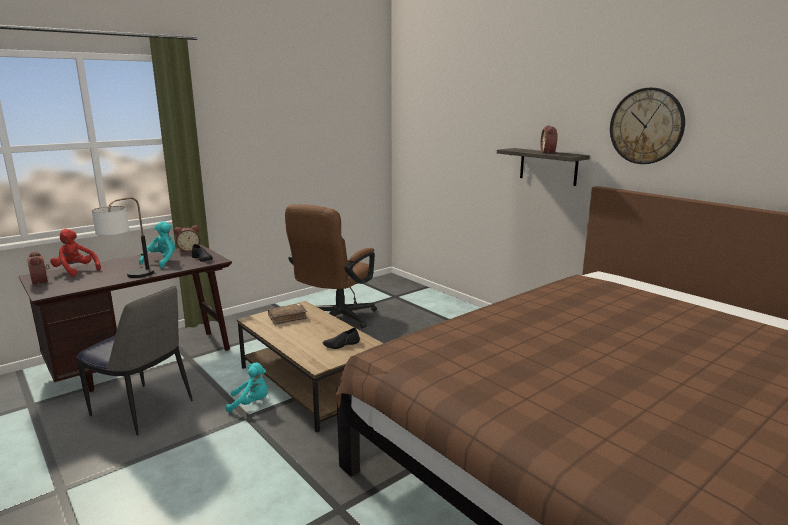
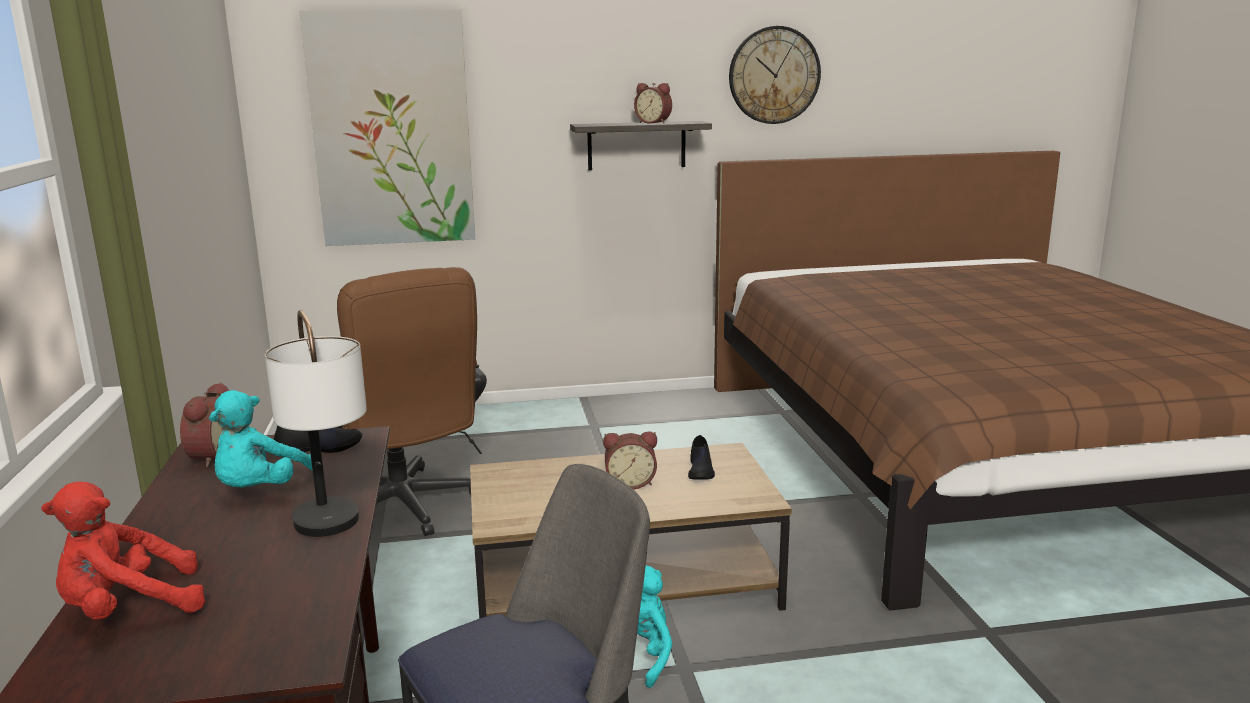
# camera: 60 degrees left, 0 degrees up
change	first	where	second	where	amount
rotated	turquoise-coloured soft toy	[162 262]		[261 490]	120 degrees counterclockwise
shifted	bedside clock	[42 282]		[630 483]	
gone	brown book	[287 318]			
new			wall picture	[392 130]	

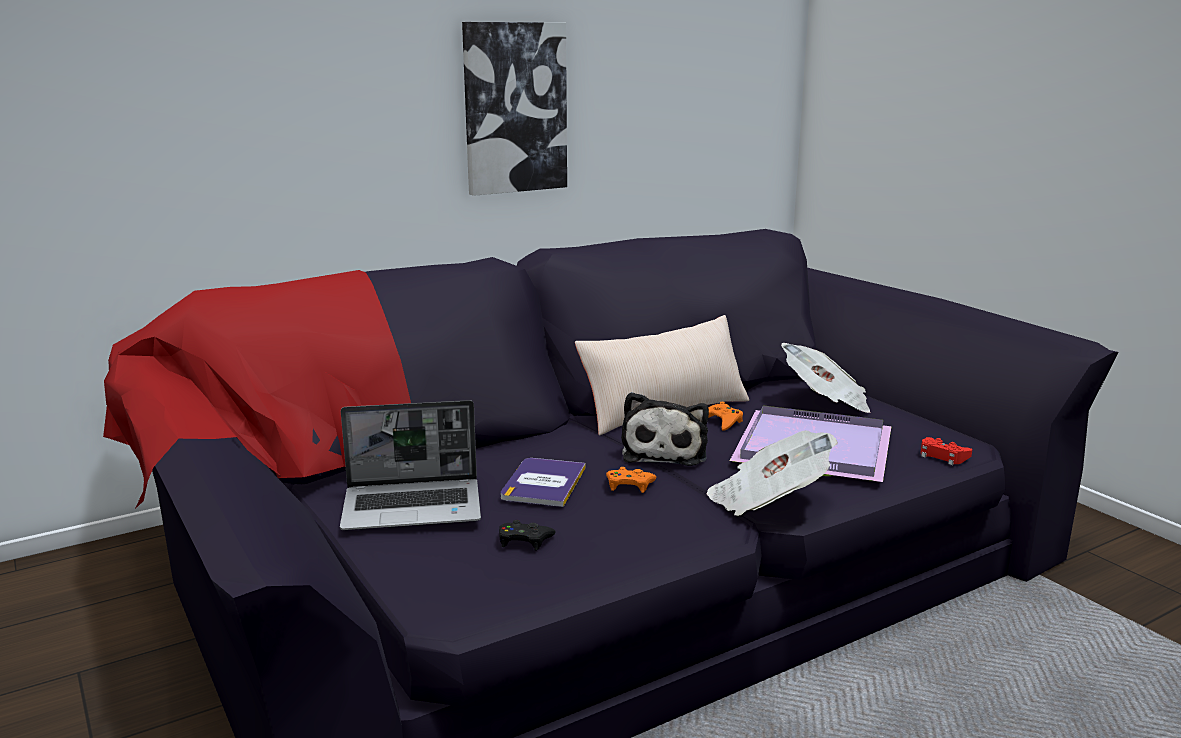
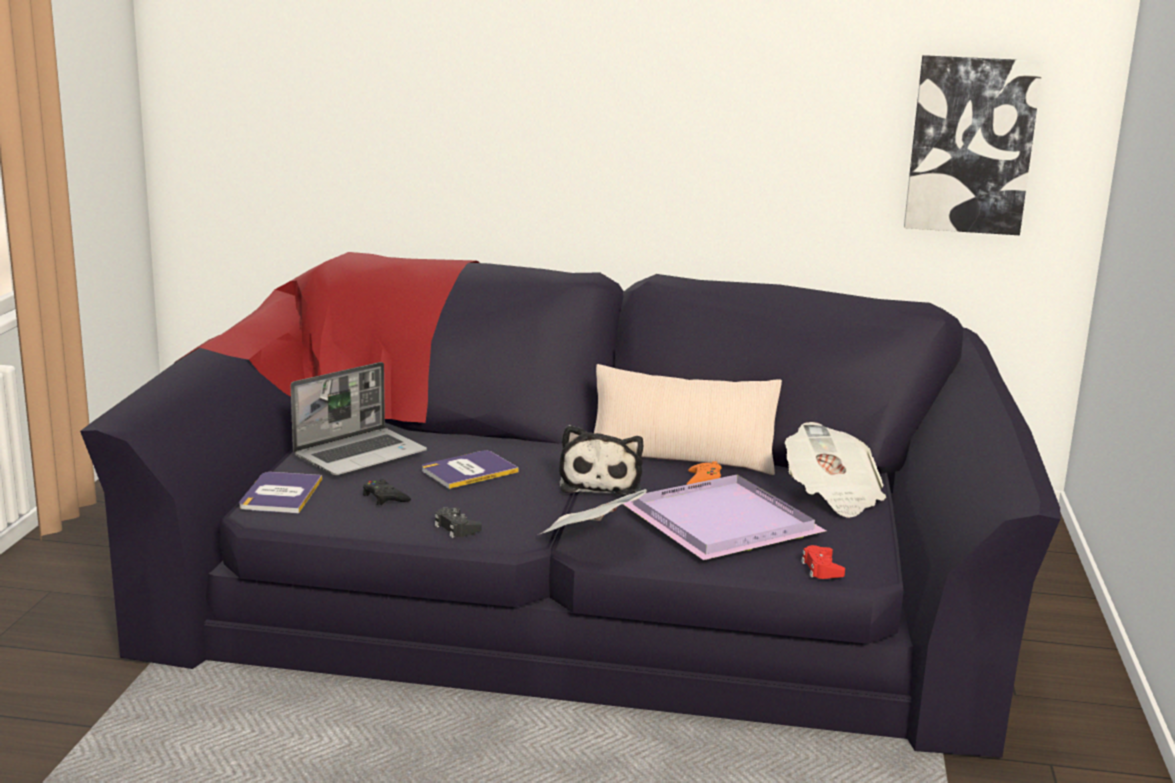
# camera: 40 degrees right, 0 degrees up
change	first	where	second	where	amount
shifted	wall picture	[514 108]		[971 145]	
rotated	soft toy	[665 451]		[601 482]	45 degrees counterclockwise
rotated	laptop	[414 507]		[361 454]	75 degrees counterclockwise
gone	orange game controller	[629 485]			
new			book	[281 494]	
new			black game controller	[456 528]	

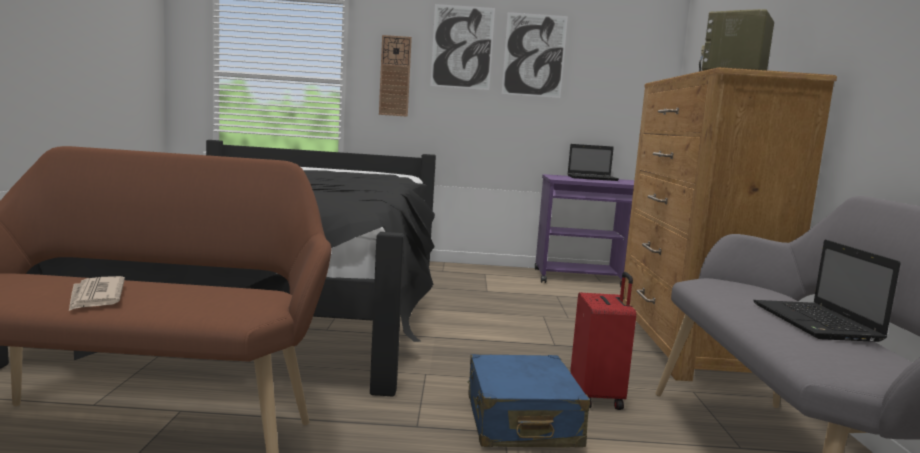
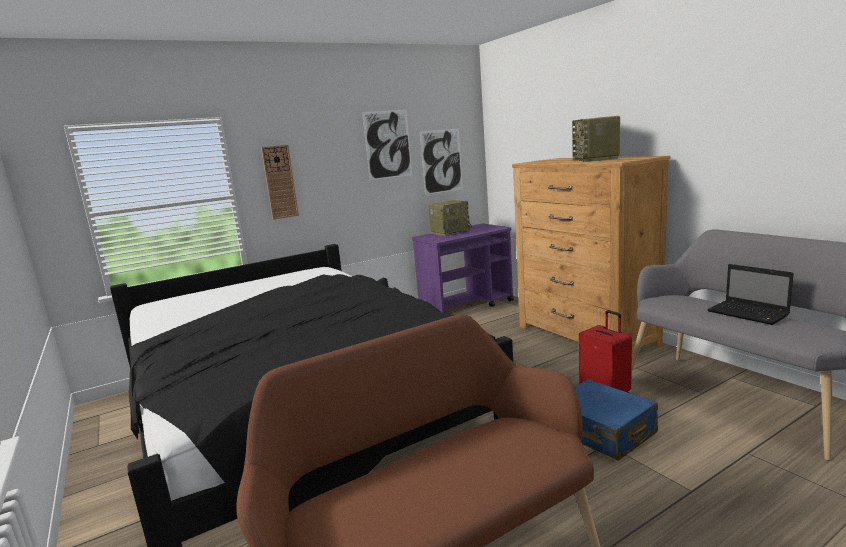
# camera: 30 degrees left, 5 degrees up
change	first	where	second	where	amount
shifted	wall picture	[462 47]		[441 161]	
swapped	laptop	[593 178]	radio set	[450 232]	
gone	newspaper	[95 297]			

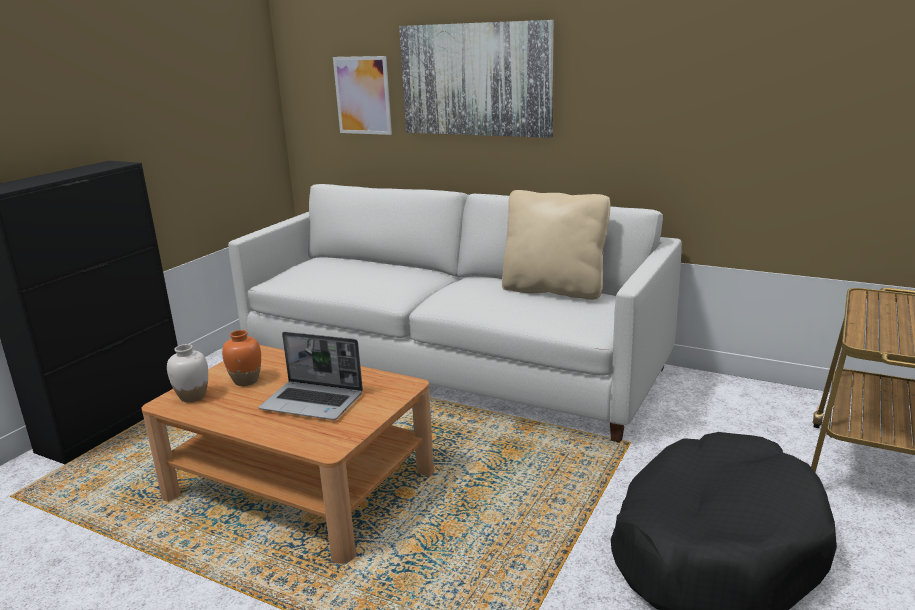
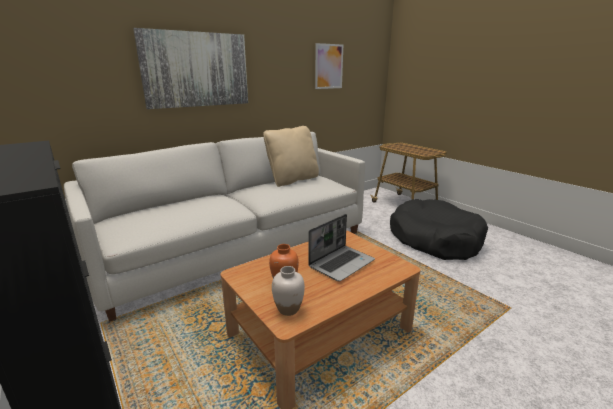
# camera: 65 degrees left, 0 degrees up
change	first	where	second	where	amount
shifted	wall picture	[362 95]		[328 66]	

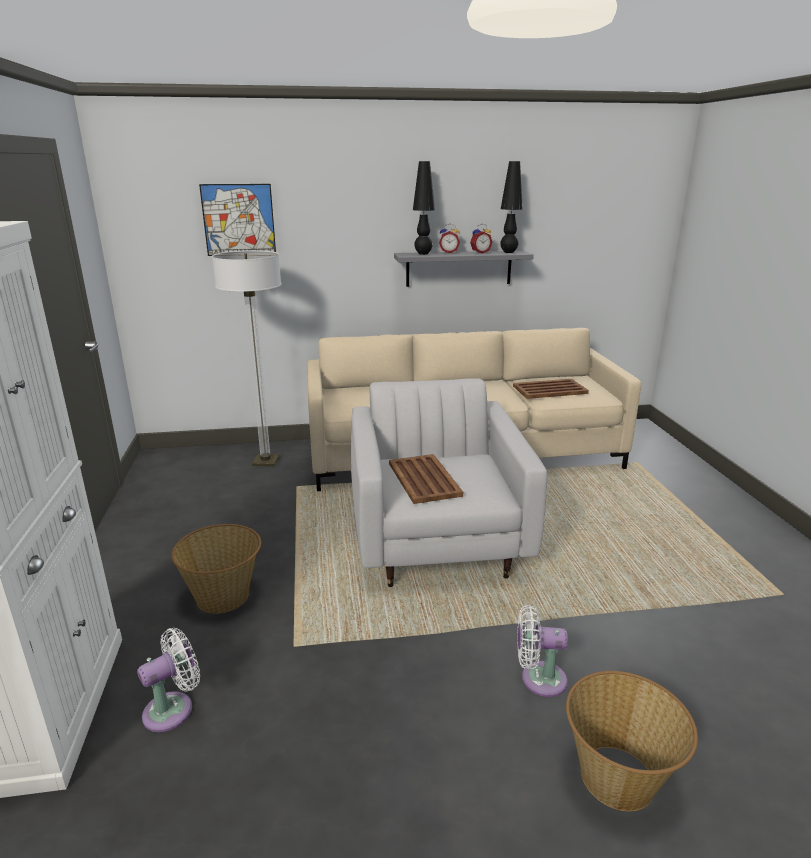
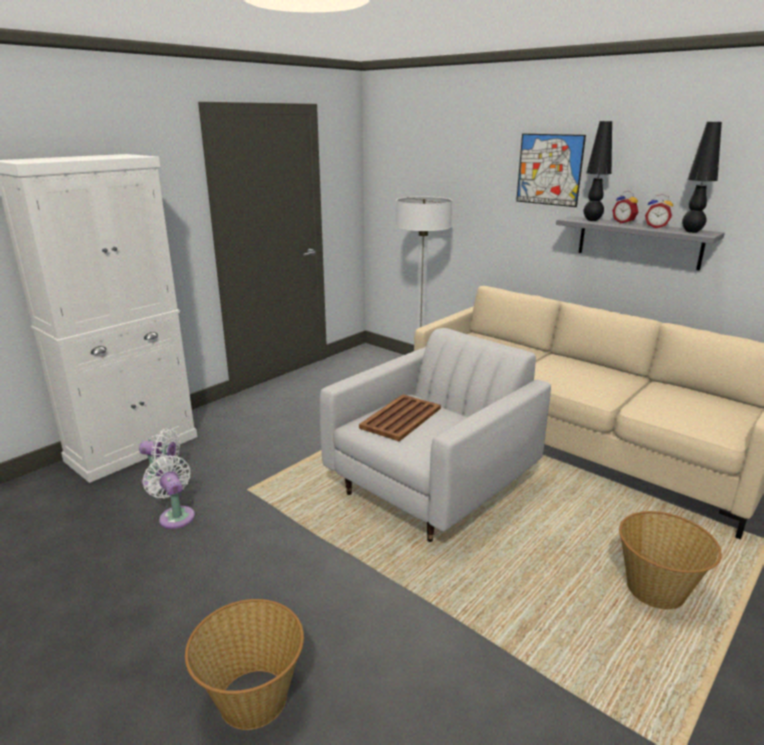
# camera: 50 degrees right, 0 degrees up
change	first	where	second	where	amount
shifted	wall picture	[238 220]		[549 169]	
gone	brown carrying tray	[549 390]			
shifted	household basket	[223 596]		[656 590]	
shifted	white-coloured cooling fan	[538 679]		[176 515]	

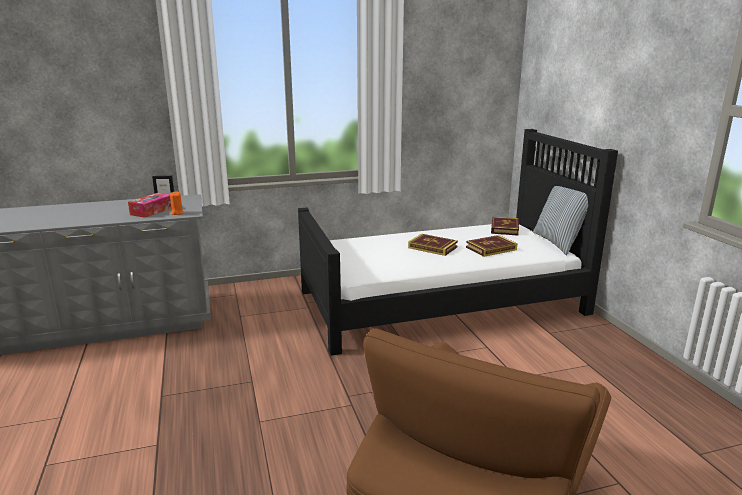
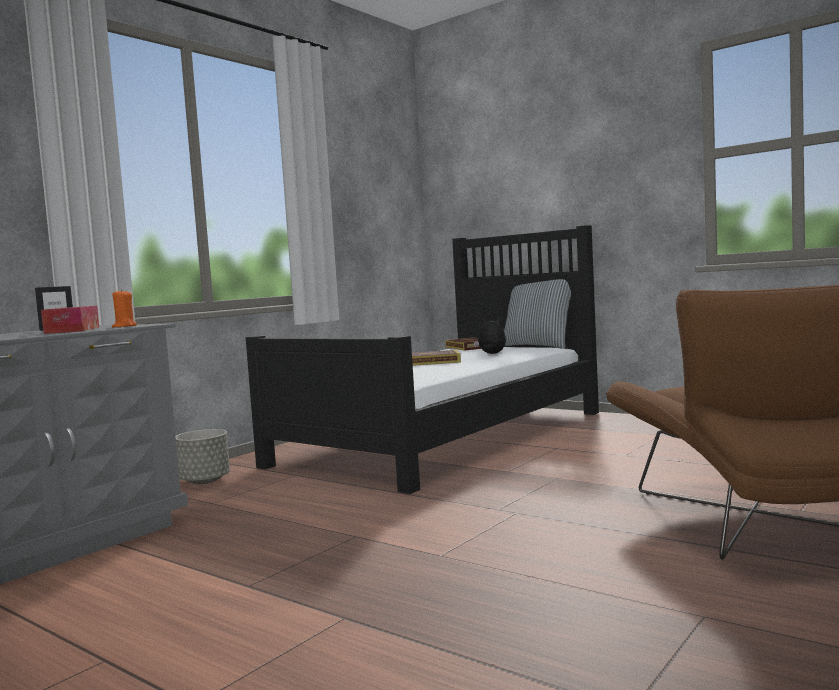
# camera: 35 degrees left, 15 degrees down
change	first	where	second	where	amount
swapped	book	[491 248]	soft toy	[491 354]	
new			gray flower pot	[205 481]	

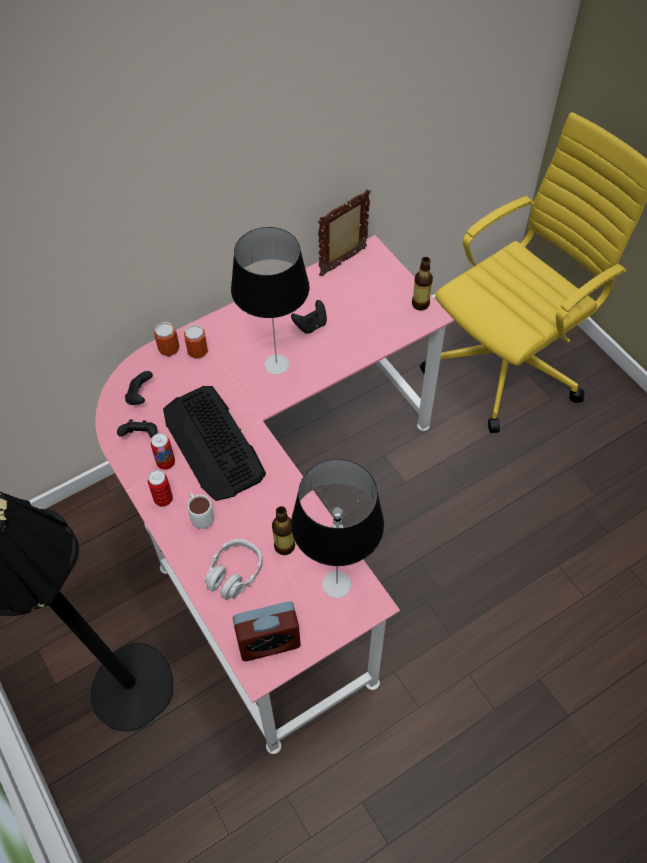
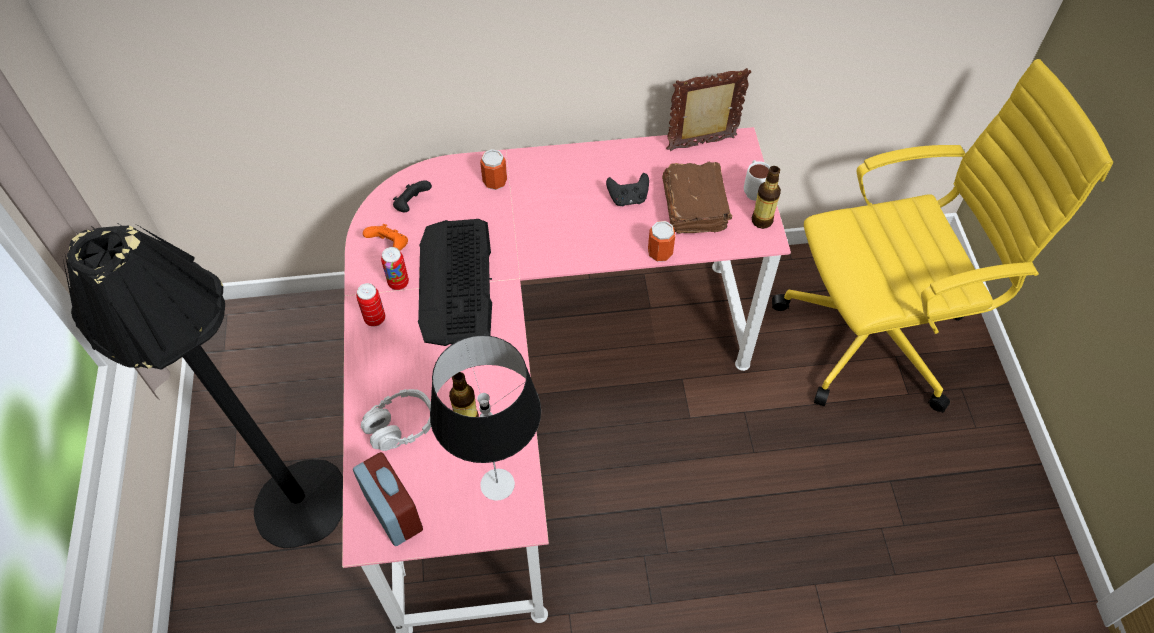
# camera: 25 degrees right, 0 degrees up
change	first	where	second	where	amount
gone	table lamp	[277 364]			
shifted	sealed can	[169 349]		[660 253]	
repainted	black game controller	[141 436]	orange game controller	[390 246]	
shifted	white-coloured coffee mug	[201 517]		[753 190]	
rotated	bedside clock	[269 642]		[393 513]	135 degrees counterclockwise
new			brown book	[695 206]	

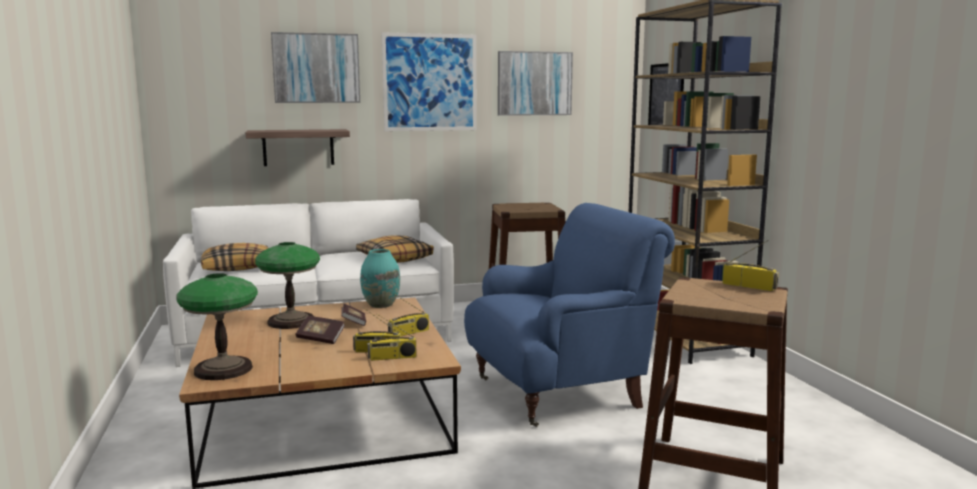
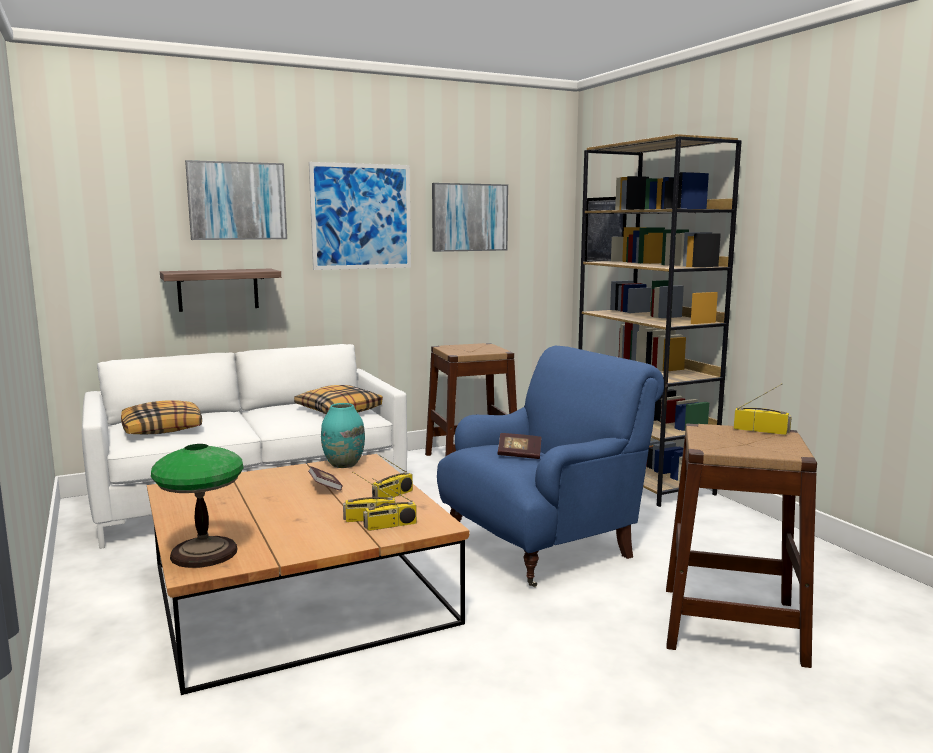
# camera: 10 degrees left, 0 degrees up
change	first	where	second	where	amount
gone	table lamp	[291 321]			
shifted	book	[320 339]		[519 455]	

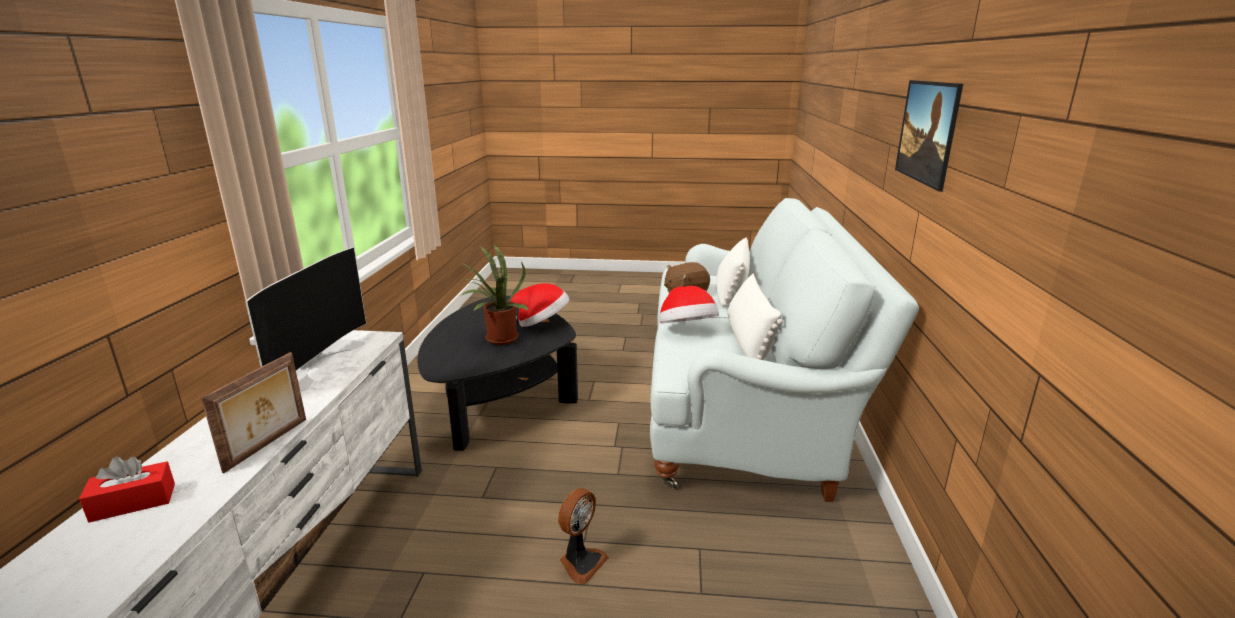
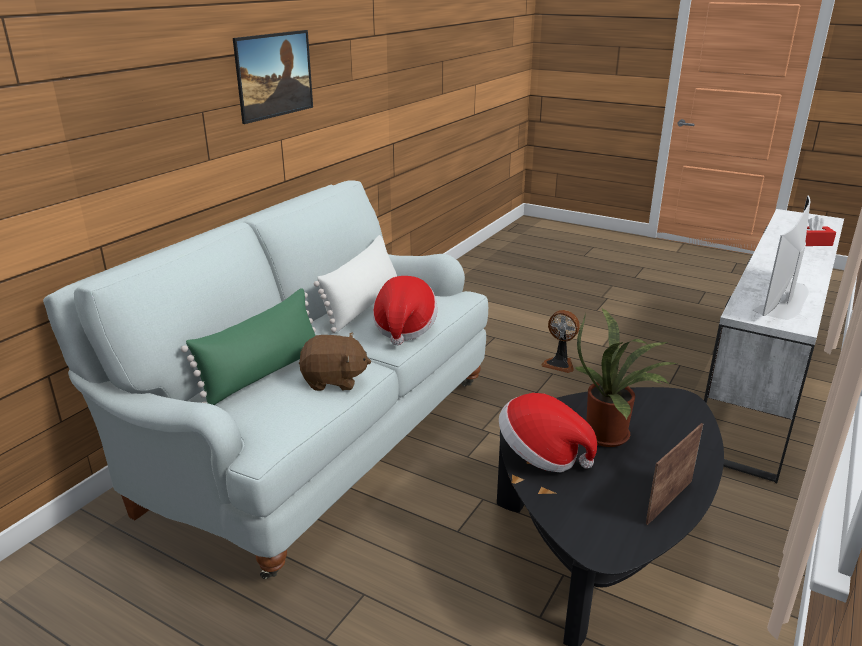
# camera: 155 degrees left, 5 degrees up
change	first	where	second	where	amount
repainted	white-coloured cushion	[731 289]	greenish cushion	[263 374]	
shifted	photo frame	[268 444]		[667 501]	
rotated	cooling fan	[581 562]		[559 364]	120 degrees counterclockwise

